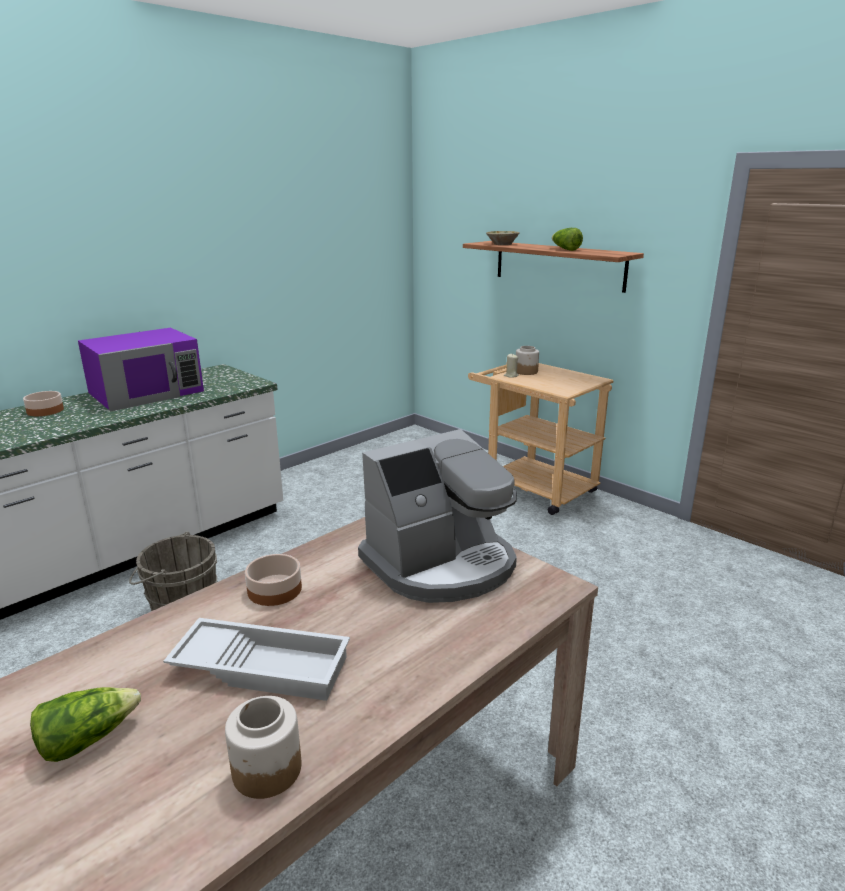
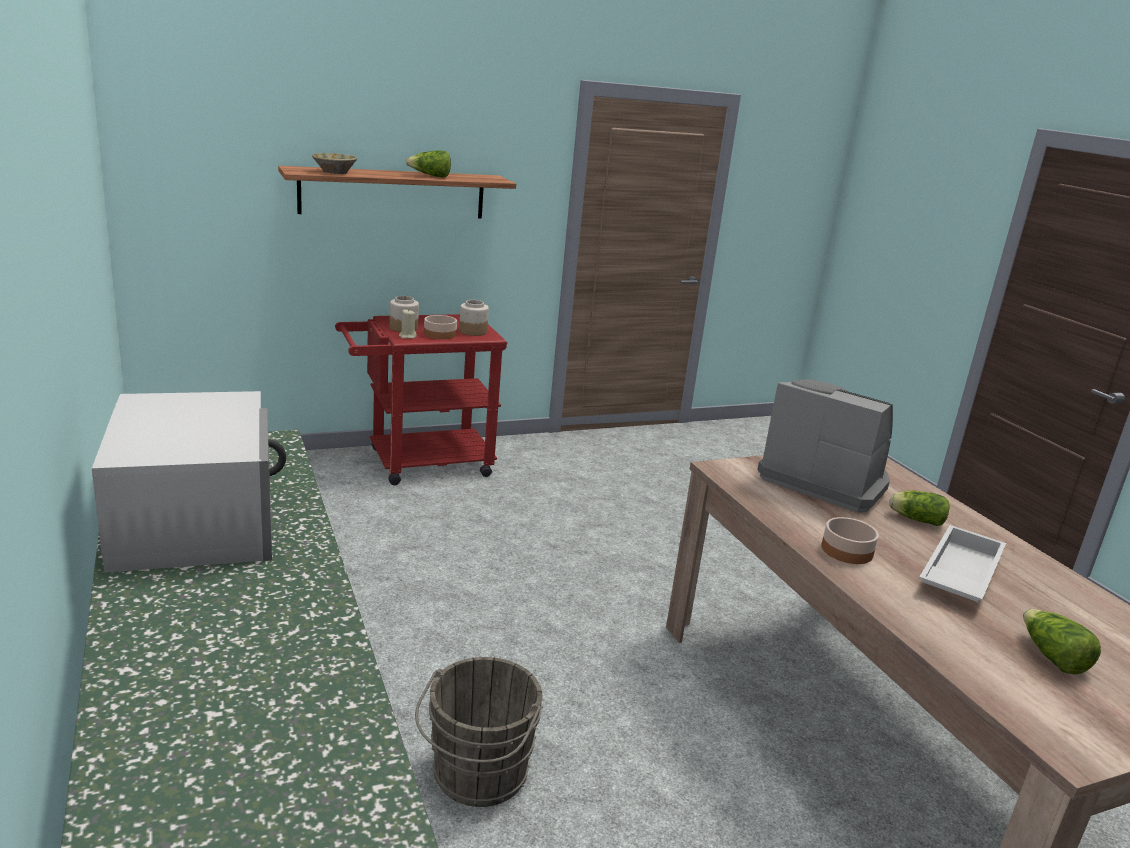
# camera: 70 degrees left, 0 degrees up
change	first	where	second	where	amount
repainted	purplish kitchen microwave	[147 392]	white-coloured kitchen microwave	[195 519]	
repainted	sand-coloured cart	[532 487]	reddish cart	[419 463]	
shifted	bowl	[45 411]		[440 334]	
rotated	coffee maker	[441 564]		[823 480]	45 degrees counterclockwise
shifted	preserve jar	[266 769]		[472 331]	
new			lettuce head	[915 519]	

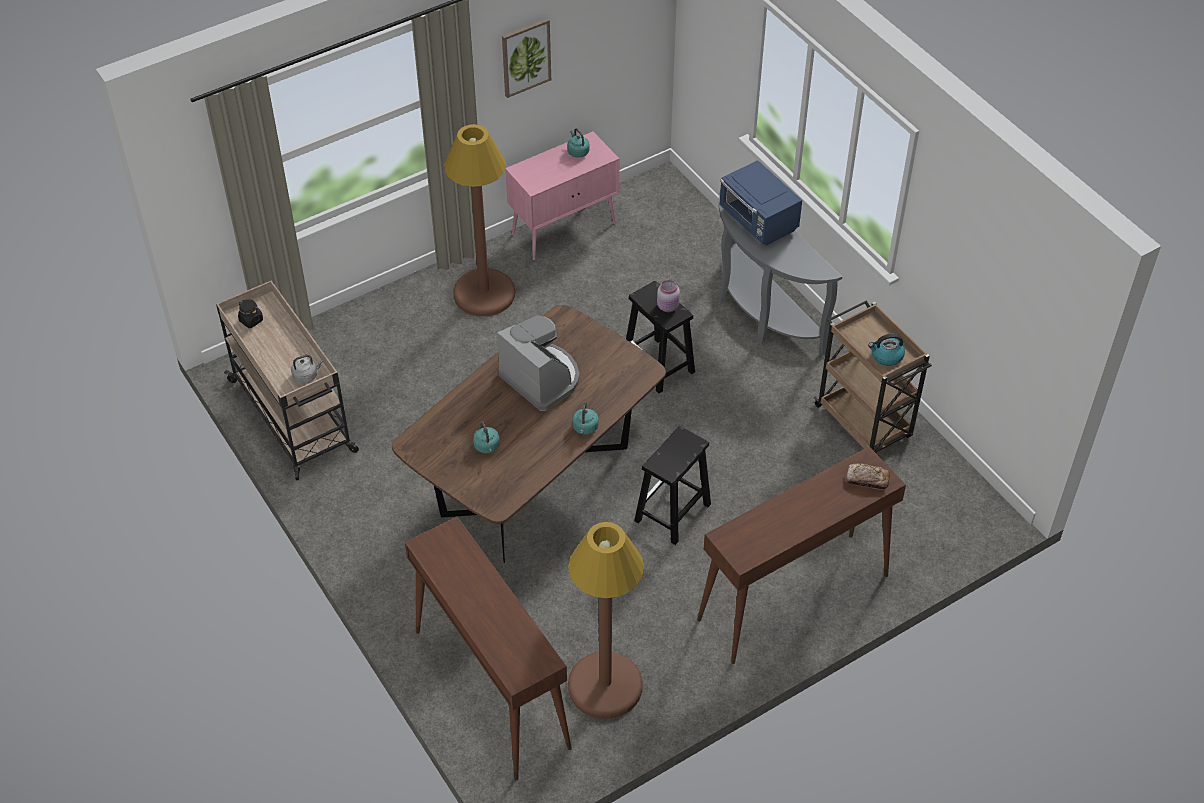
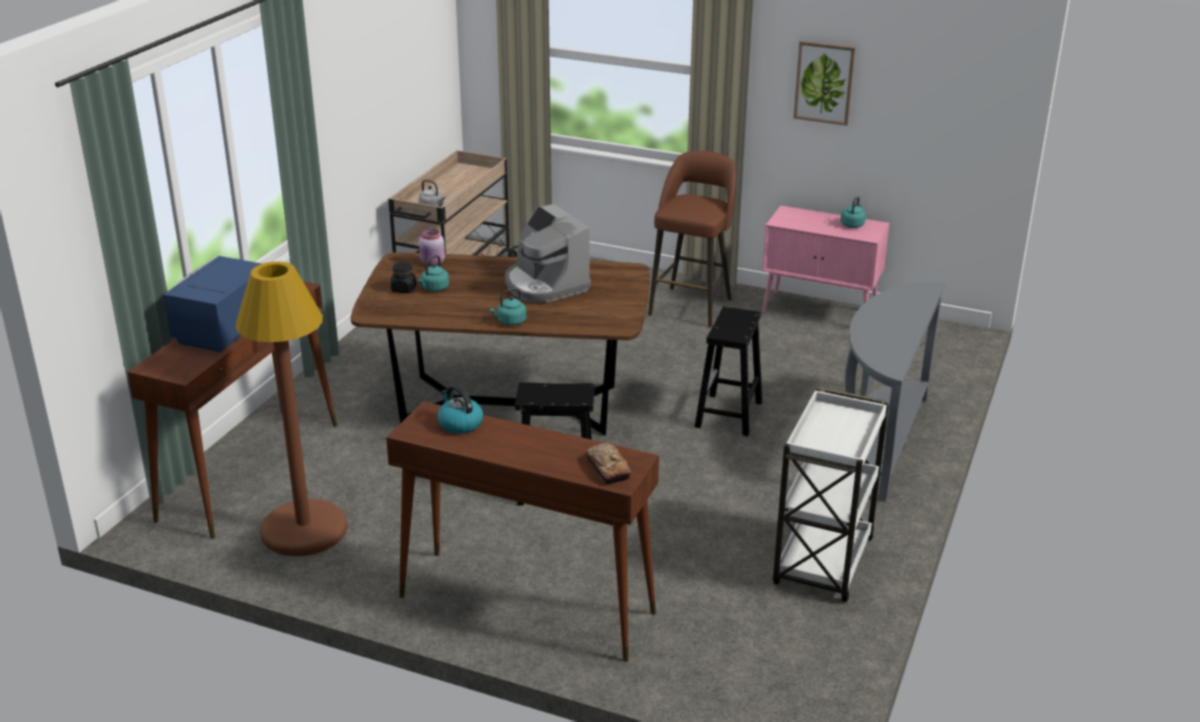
# camera: 55 degrees right, 20 degrees down
change	first	where	second	where	amount
swapped	brown floor lamp	[484 293]	brown stool	[691 306]	
shifted	bluish kitchen microwave	[758 221]		[223 330]	
shifted	pink preserve jar	[668 306]		[432 263]	
shifted	black preserve jar	[251 320]		[403 289]	
repainted	brown cart	[864 423]	white-coloured cart	[823 563]	
rotated	coffee maker	[541 378]		[545 285]	135 degrees clockwise
shifted	kettle	[886 356]		[459 424]	

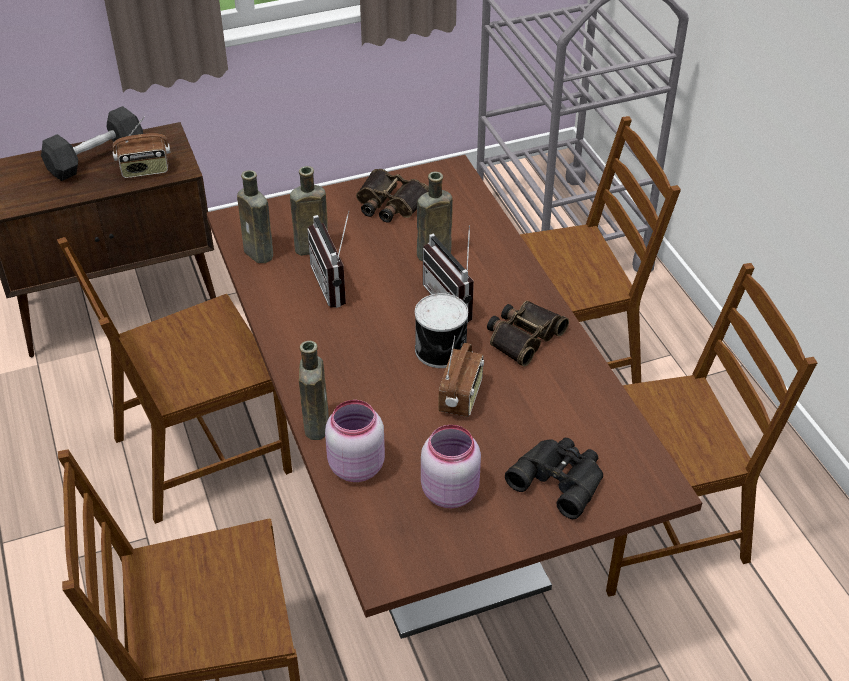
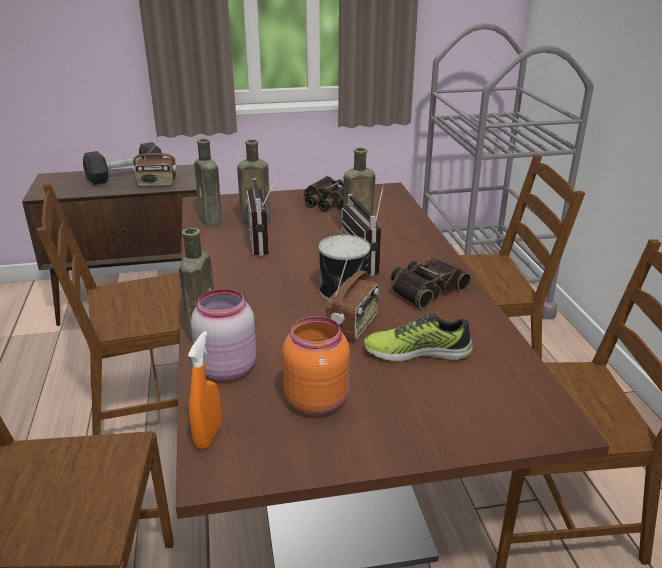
# camera: 10 degrees right, 15 degrees down
change	first	where	second	where	amount
repainted	pink preserve jar	[450 490]	orange preserve jar	[317 400]	
gone	black binoculars	[560 478]			
new			low shoe	[417 351]	
new			orange sprayer	[208 436]	

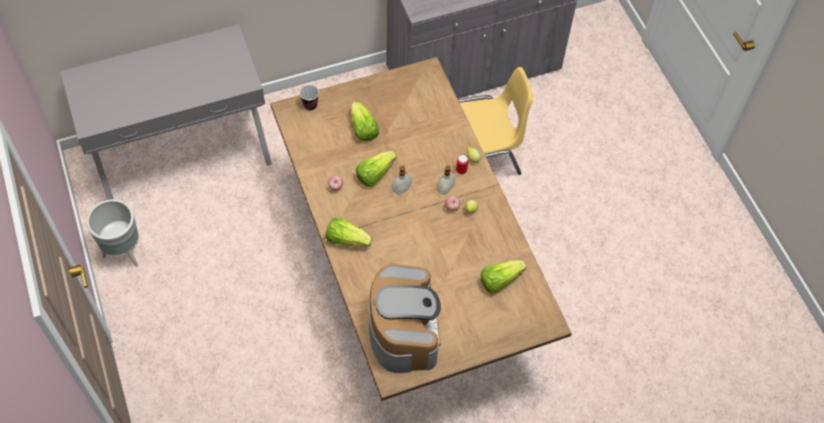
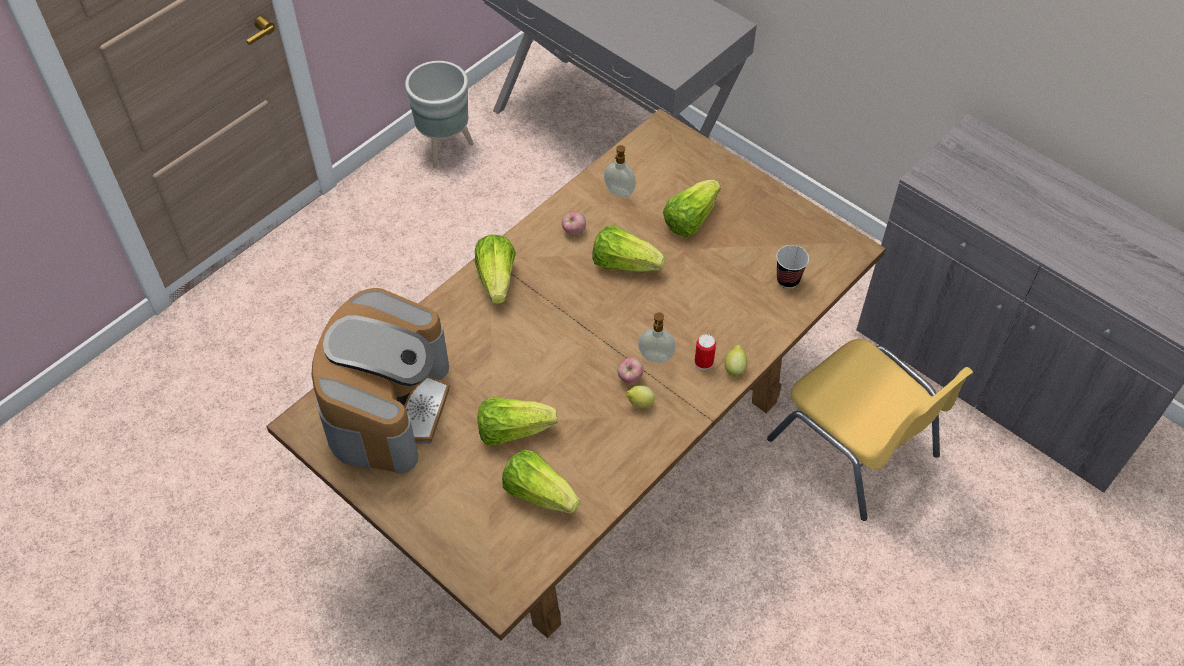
# camera: 65 degrees right, 5 degrees down
change	first	where	second	where	amount
shifted	cup	[310 105]		[788 279]	
shifted	soap bottle	[402 190]		[619 192]	
rotated	coffee maker	[403 330]		[388 405]	45 degrees counterclockwise
new			lettuce head	[513 431]	

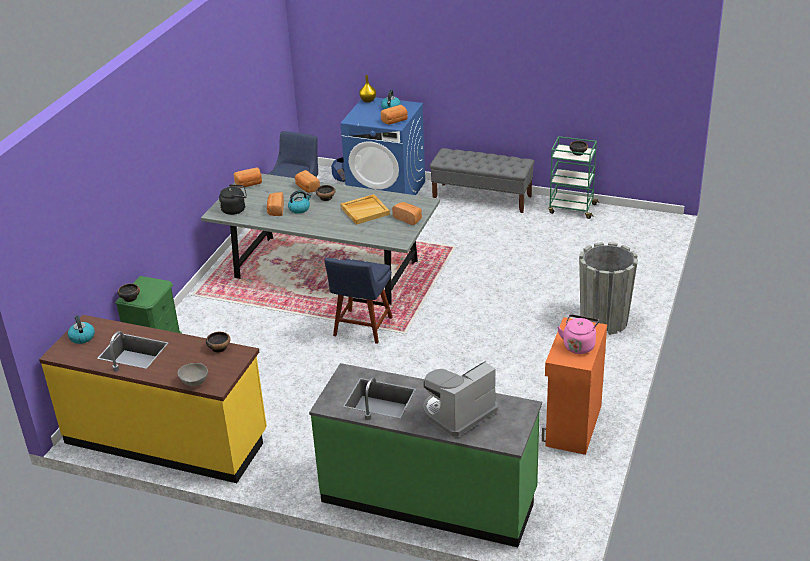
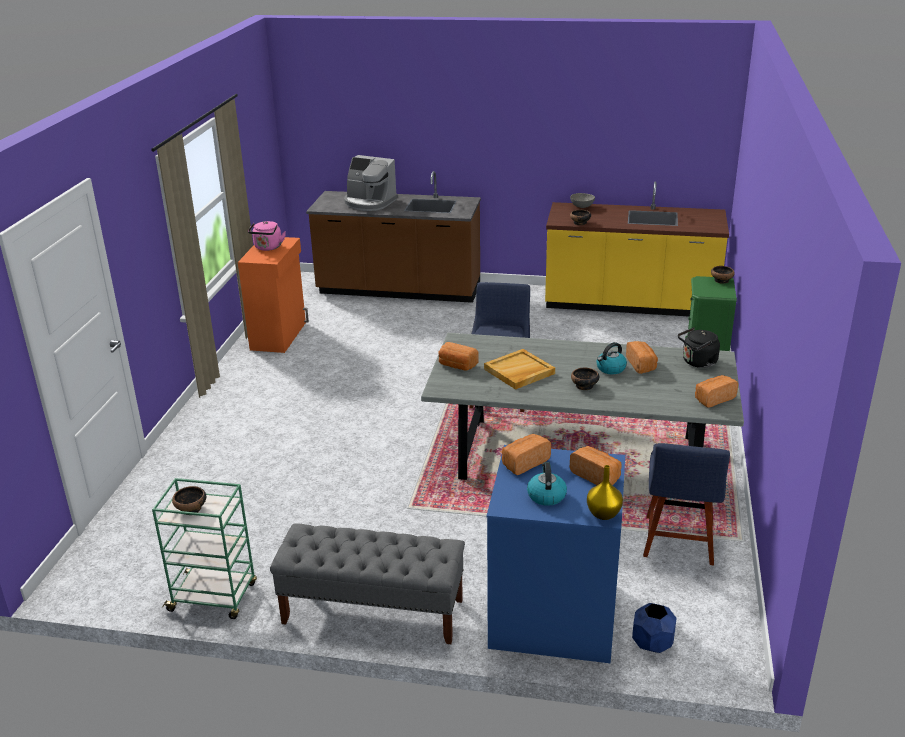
# camera: 170 degrees right, 5 degrees down
change	first	where	second	where	amount
shifted	bread	[307 188]		[596 476]	
gone	gray flower pot	[604 321]			
gone	kettle	[82 337]			
rotated	coffee maker	[458 413]		[369 202]	75 degrees clockwise
repainted	greenish kitchen base unit	[429 497]	brown kitchen base unit	[399 290]	

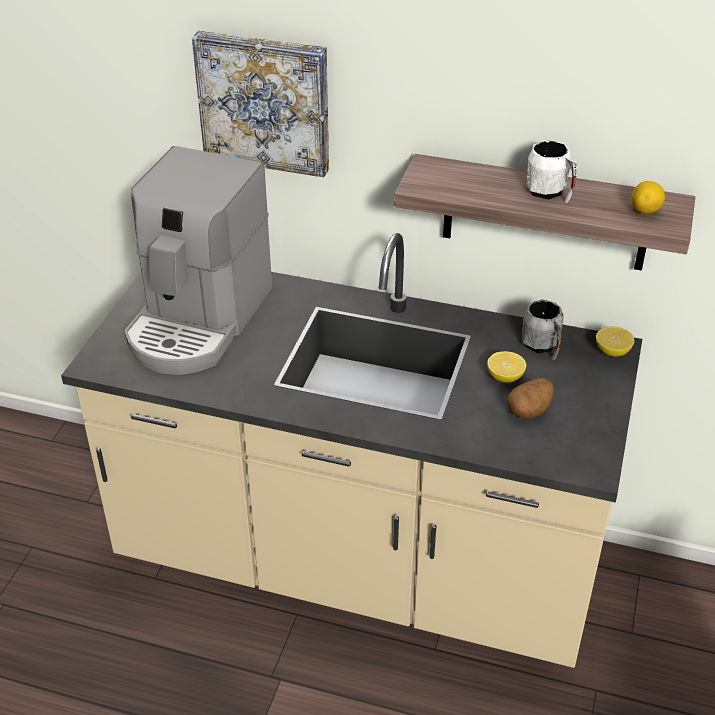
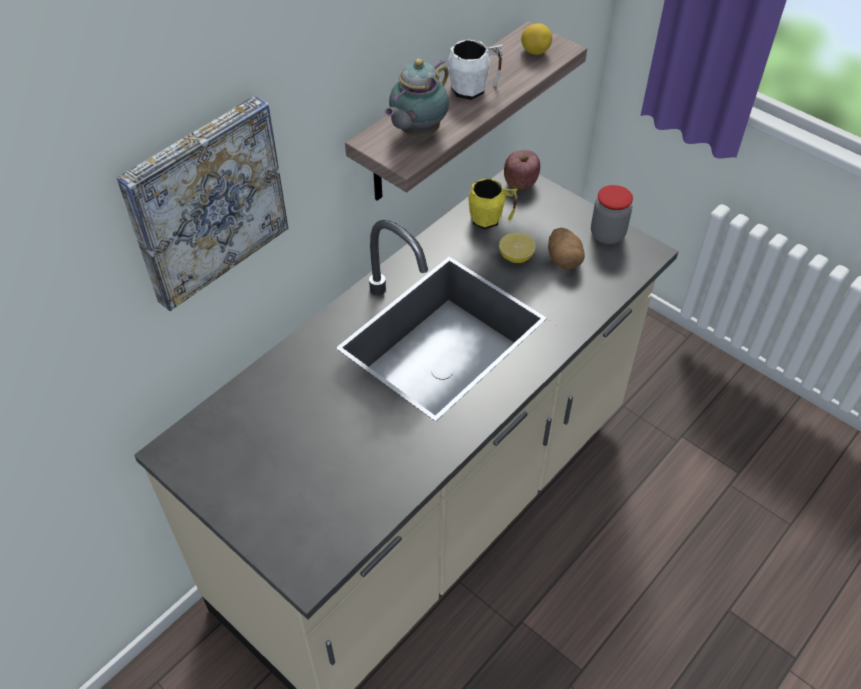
# camera: 65 degrees left, 10 degrees up
change	first	where	second	where	amount
gone	coffee maker	[199 321]			
repainted	gray coffee mug	[542 347]	yellow coffee mug	[491 219]	
swapped	whole lemon	[612 351]	apple fruit	[520 183]	
new			tea pot	[417 133]	
new			preserve jar	[607 235]	

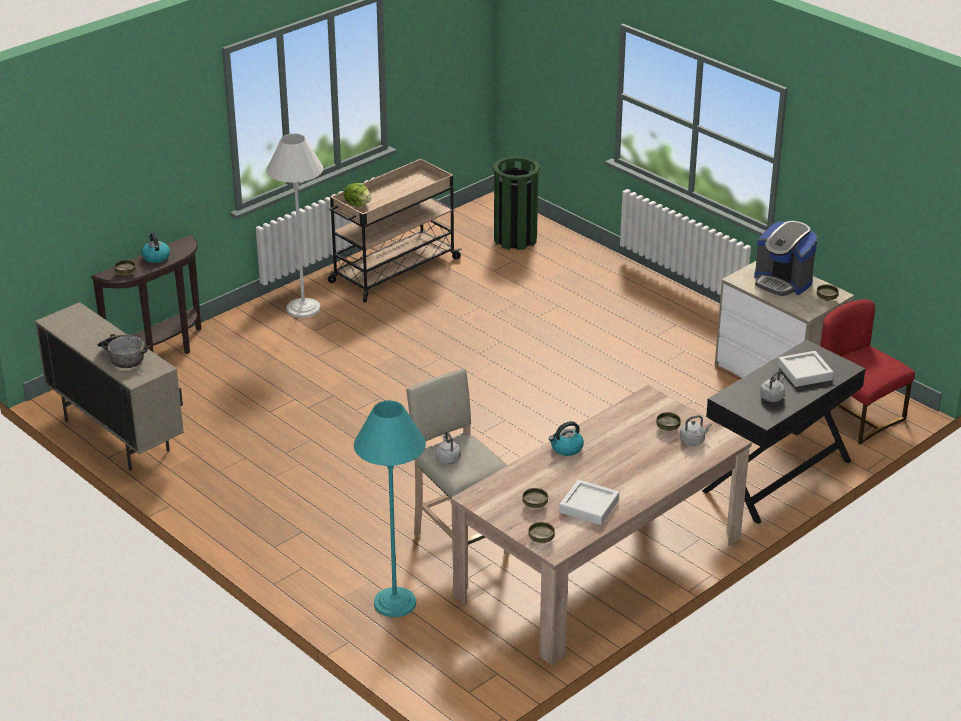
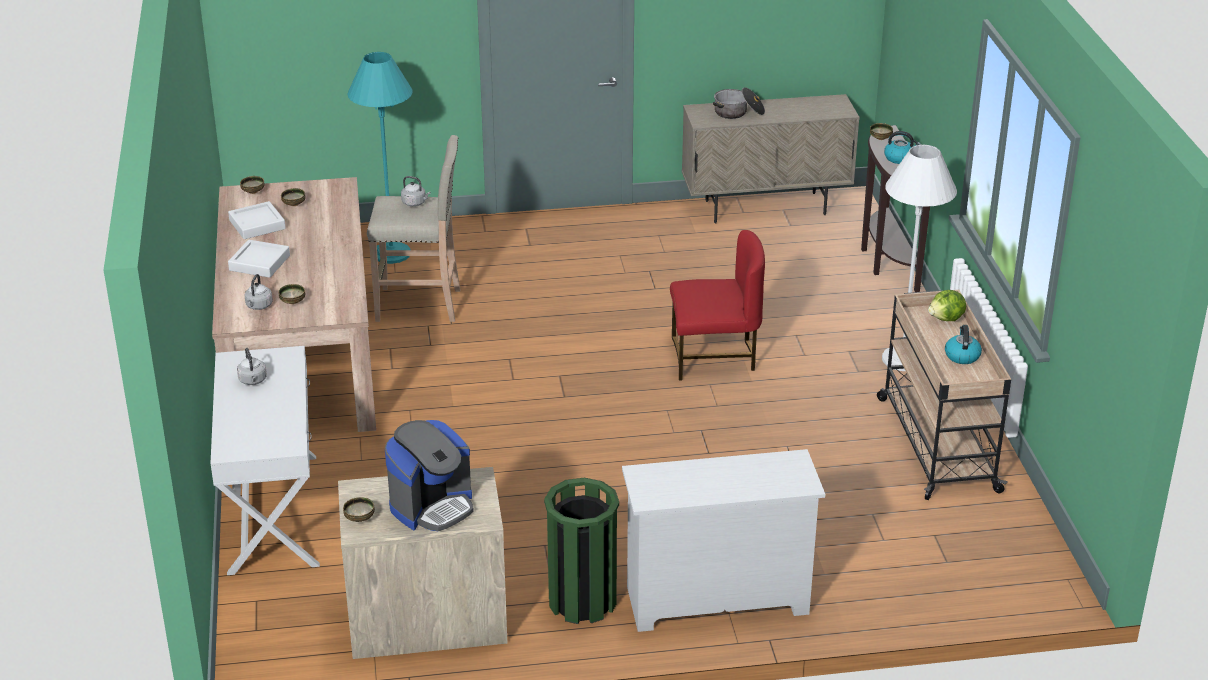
# camera: 125 degrees right, 0 degrees up
change	first	where	second	where	amount
shifted	greenish trash can	[515 239]		[582 601]	
rotated	coffee maker	[782 282]		[432 506]	150 degrees clockwise
shifted	reddish chair	[857 416]		[713 357]	
repainted	black hall table	[777 476]	white-coloured hall table	[272 513]	
shifted	gray carrying tray	[804 372]		[259 263]	
shifted	kettle	[566 448]		[962 356]	
new			white-coloured dresser	[716 600]	

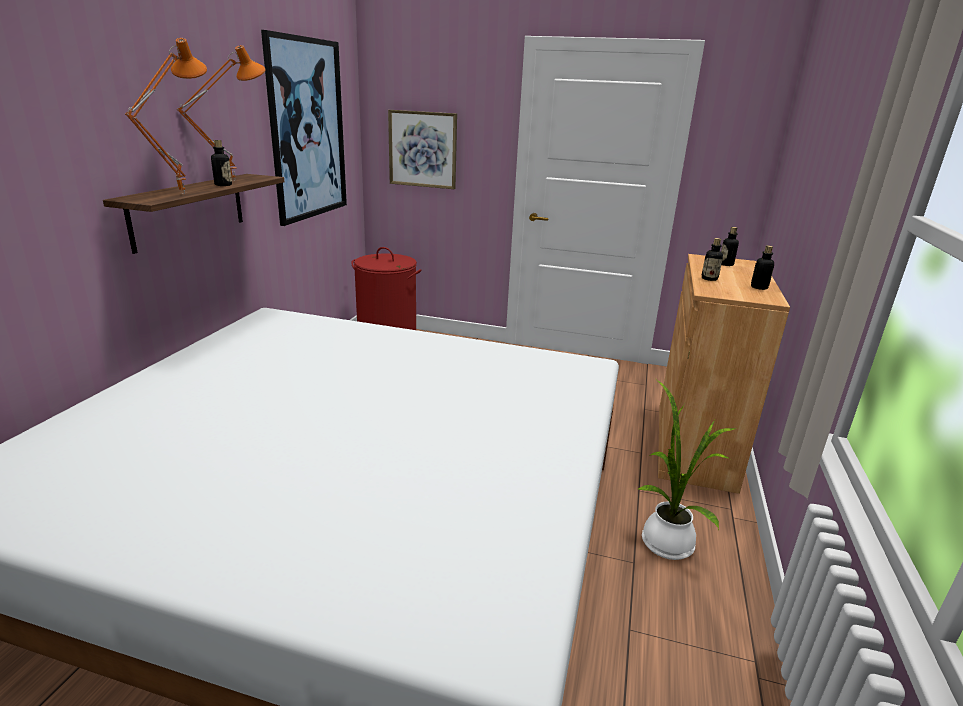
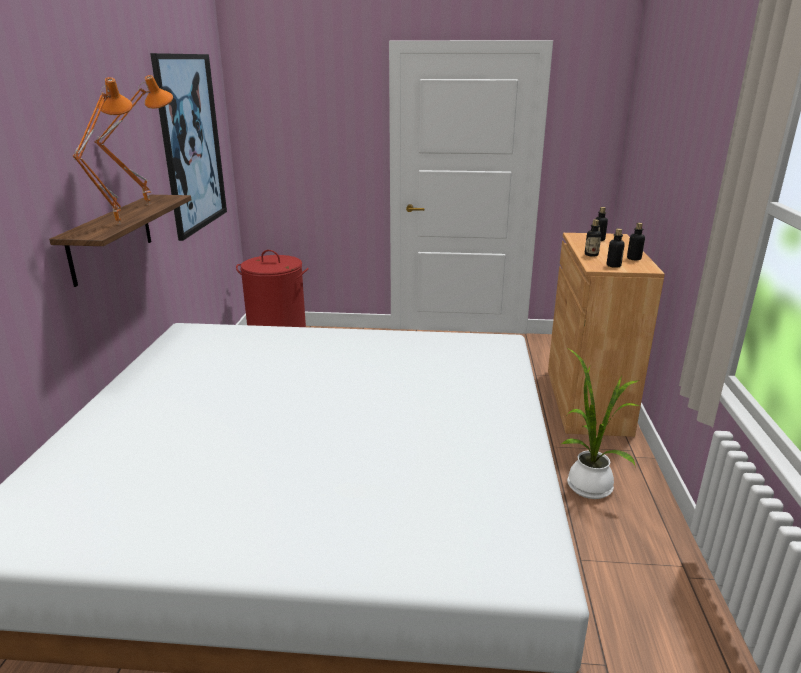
# camera: 10 degrees left, 0 degrees up
change	first	where	second	where	amount
gone	wall picture	[423 149]			
shifted	bottle	[223 185]		[613 265]	

